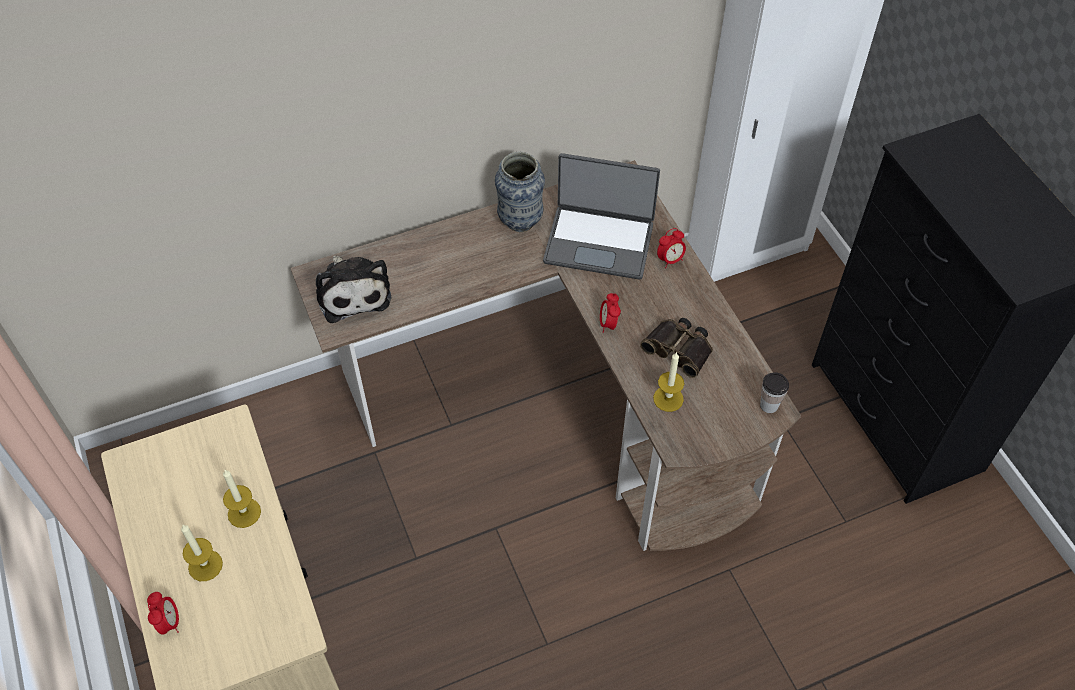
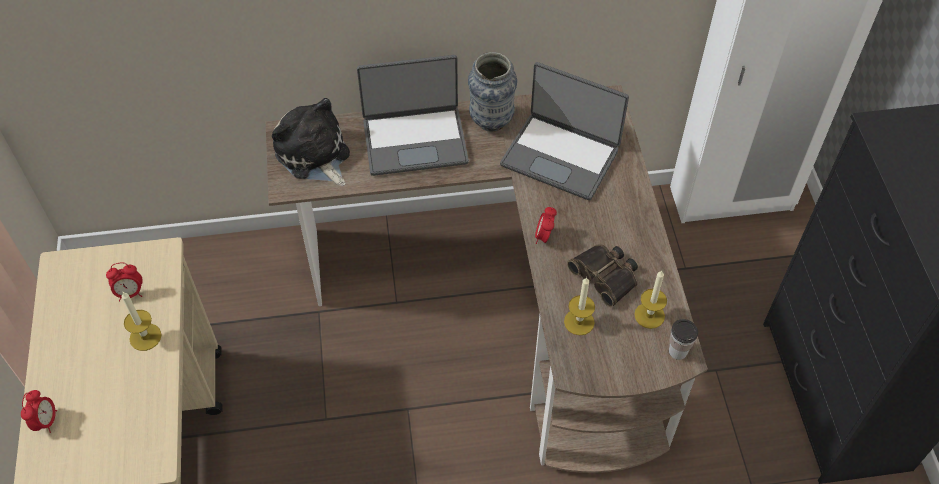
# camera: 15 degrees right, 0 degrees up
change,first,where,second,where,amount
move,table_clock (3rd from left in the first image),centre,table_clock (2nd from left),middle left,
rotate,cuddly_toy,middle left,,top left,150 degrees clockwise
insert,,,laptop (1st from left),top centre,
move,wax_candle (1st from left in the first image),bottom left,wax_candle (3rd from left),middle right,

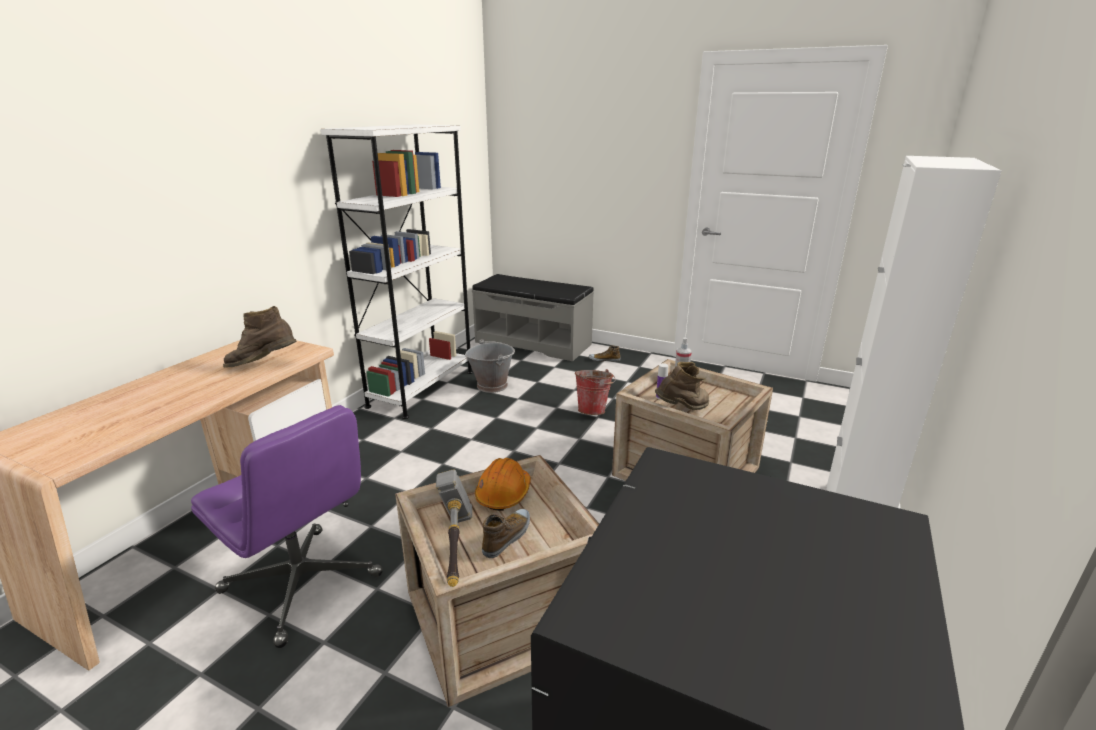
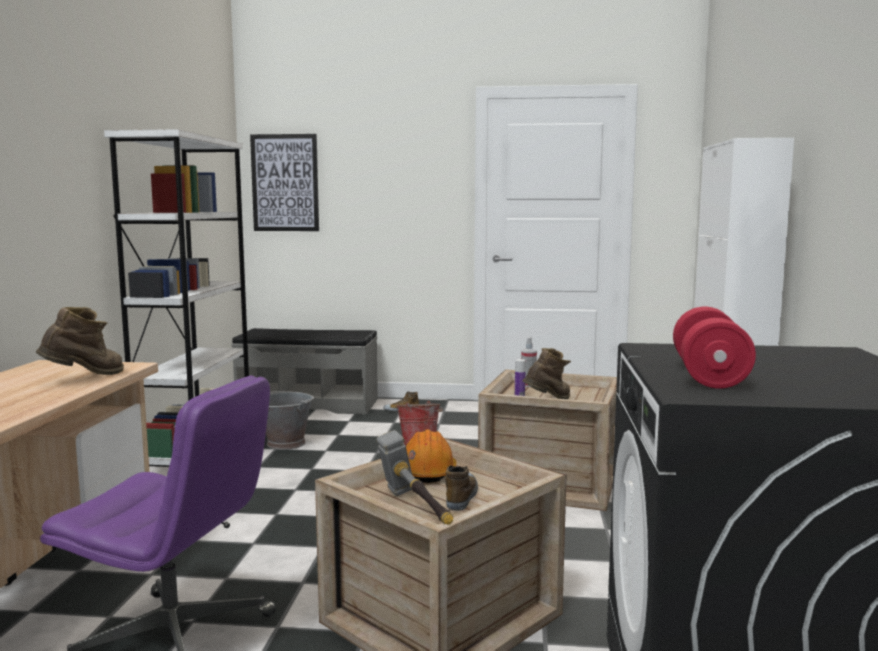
# camera: 20 degrees left, 15 degrees down
change,first,where,second,where,amount
rotate,brown-coloured_high-top_boot (1st from left),middle left,,middle left,150 degrees clockwise
insert,,,wall_picture,top left,
insert,,,reddish_dumbbell,middle right,

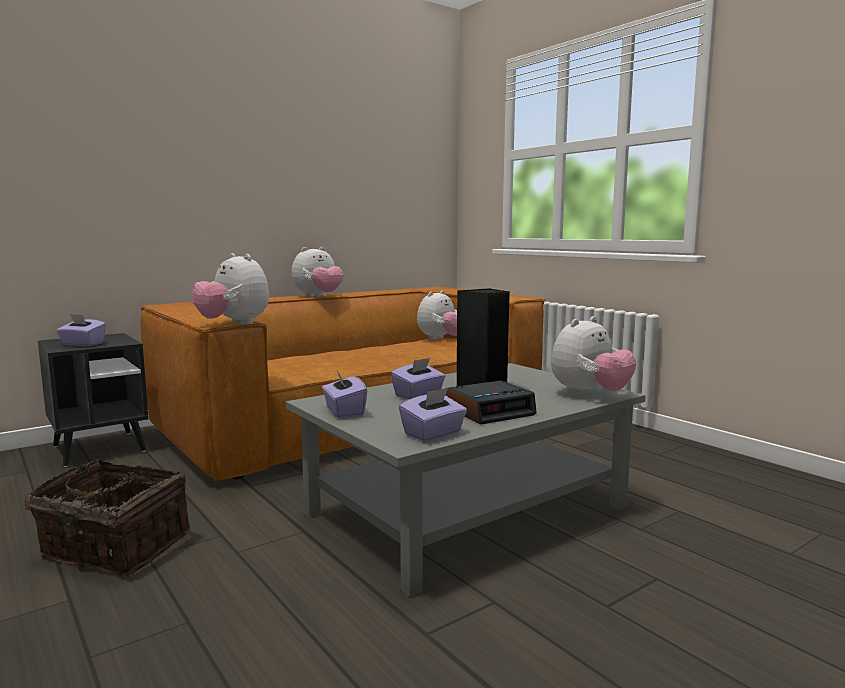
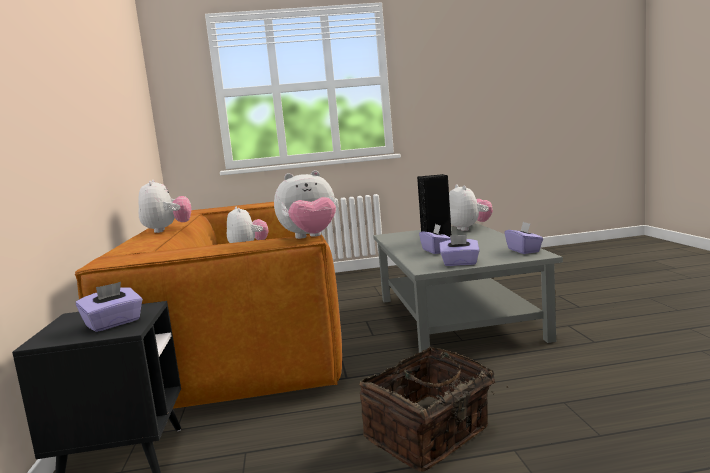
# camera: 60 degrees left, 0 degrees up
change,first,where,second,where,amount
delete,table_clock,centre,,,

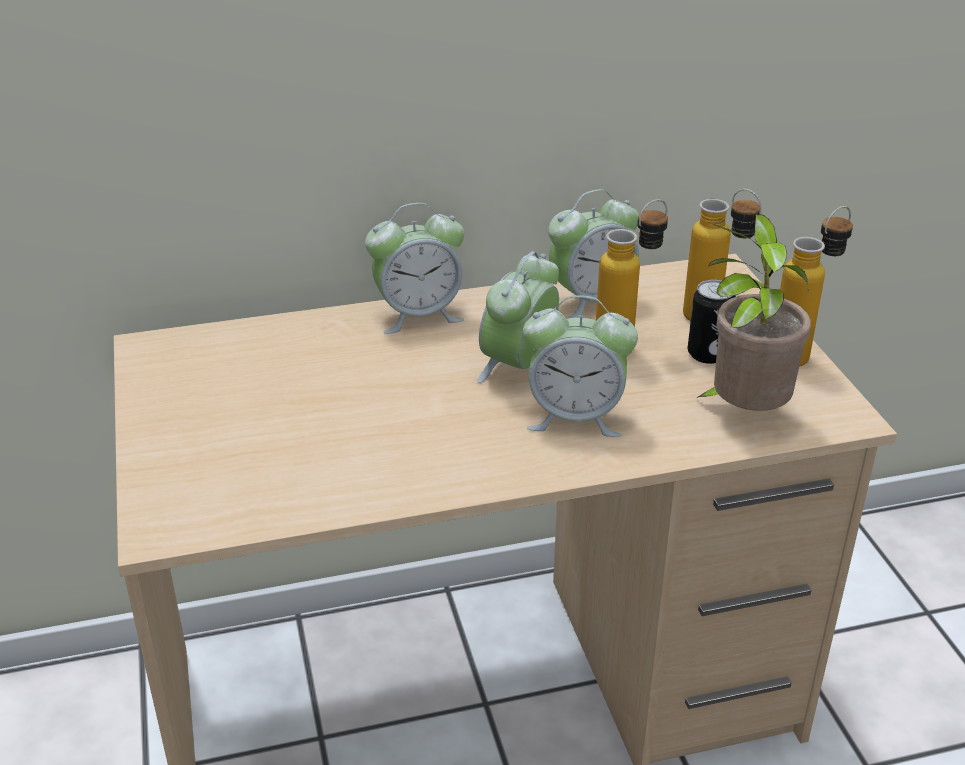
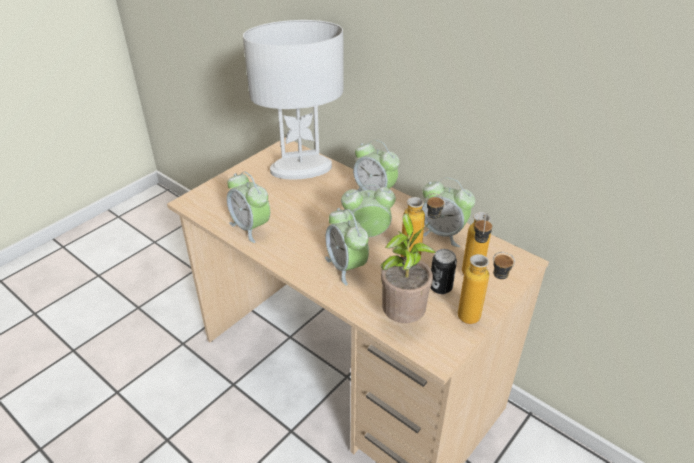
# camera: 55 degrees right, 5 degrees up
change,first,where,second,where,amount
insert,,,table_clock (1st from left),centre,
insert,,,whitish_tabletop_lamp,top centre,

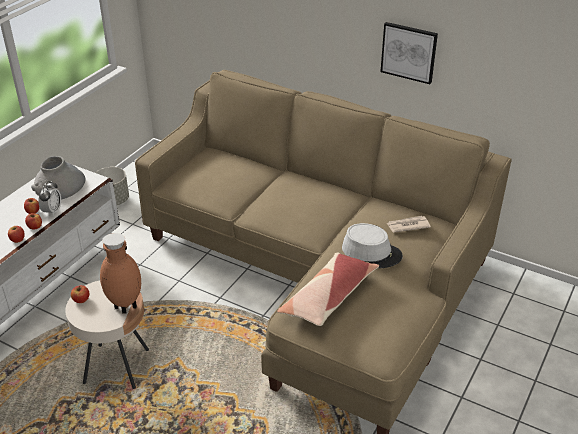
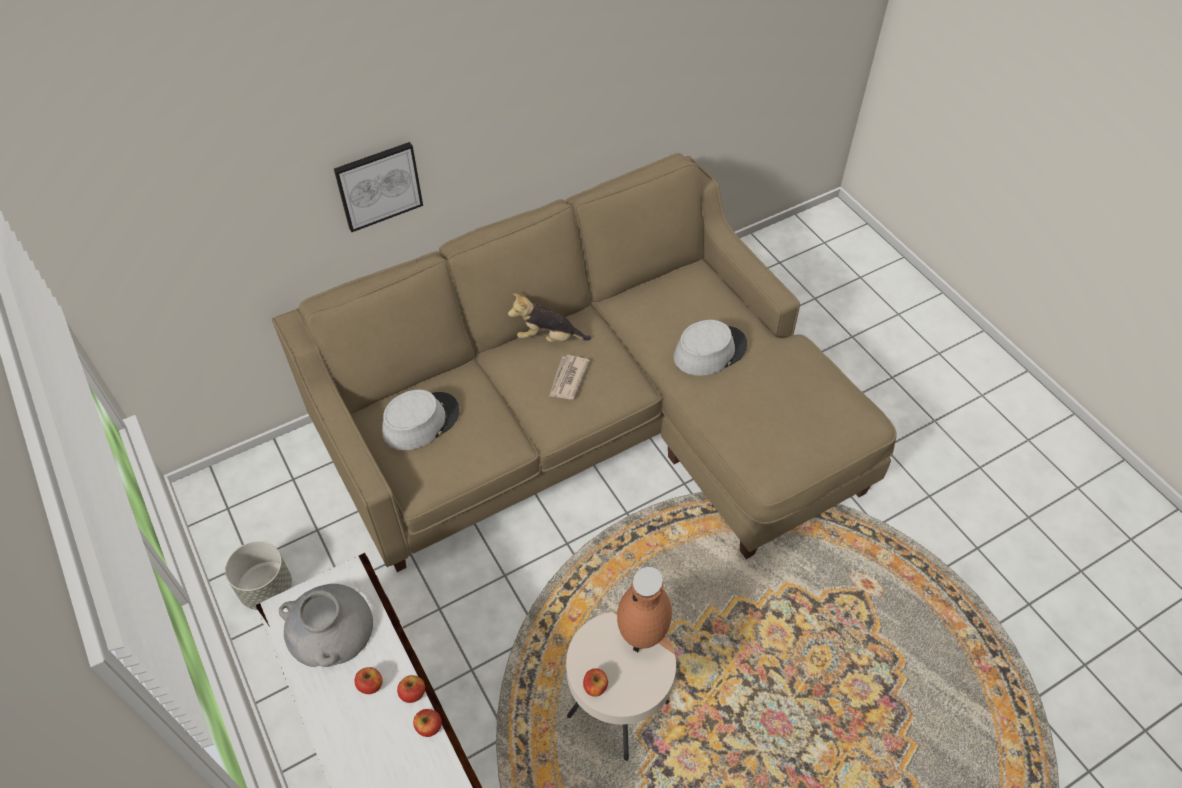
# camera: 60 degrees left, 15 degrees up
change,first,where,second,where,amount
move,wall_picture,top right,,top left,
insert,,,gray_clothing_hat (1st from left),centre,
insert,,,cuddly_toy,centre,
move,daily_paper,middle right,,centre,
delete,table_clock,middle left,,,
delete,cushion,centre,,,

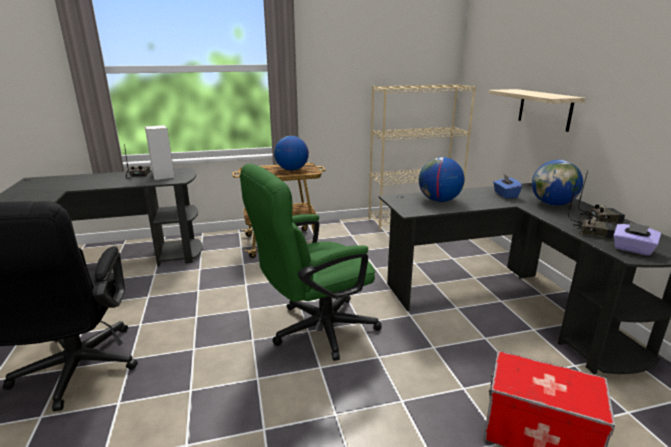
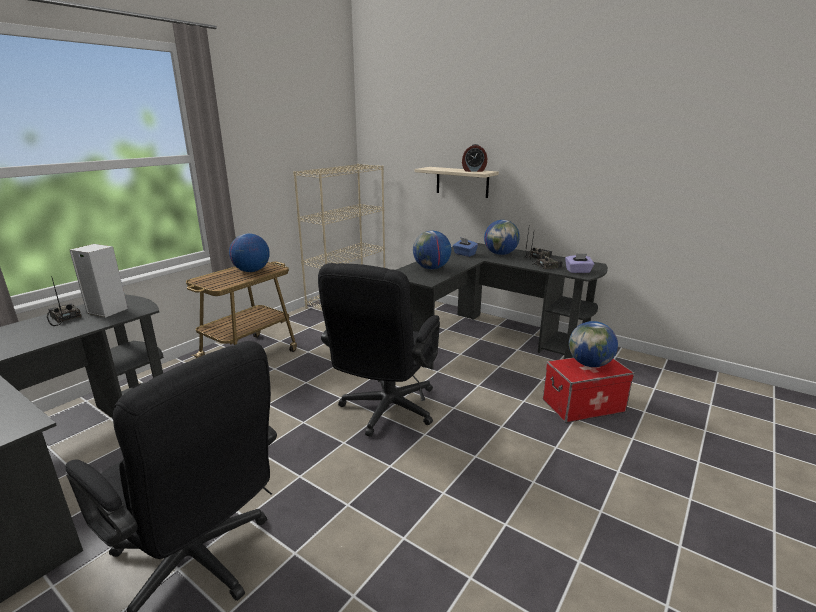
# camera: 40 degrees left, 0 degrees up
change,first,where,second,where,amount
recolor,green-coloured_computer_chair,centre,blackish_computer_chair (2nd from left),centre,
insert,,,table_clock,top centre,
insert,,,desk_globe (4th from left),middle right,

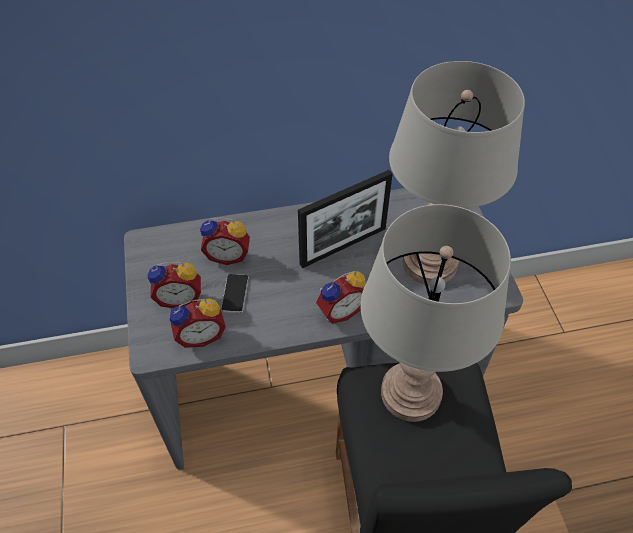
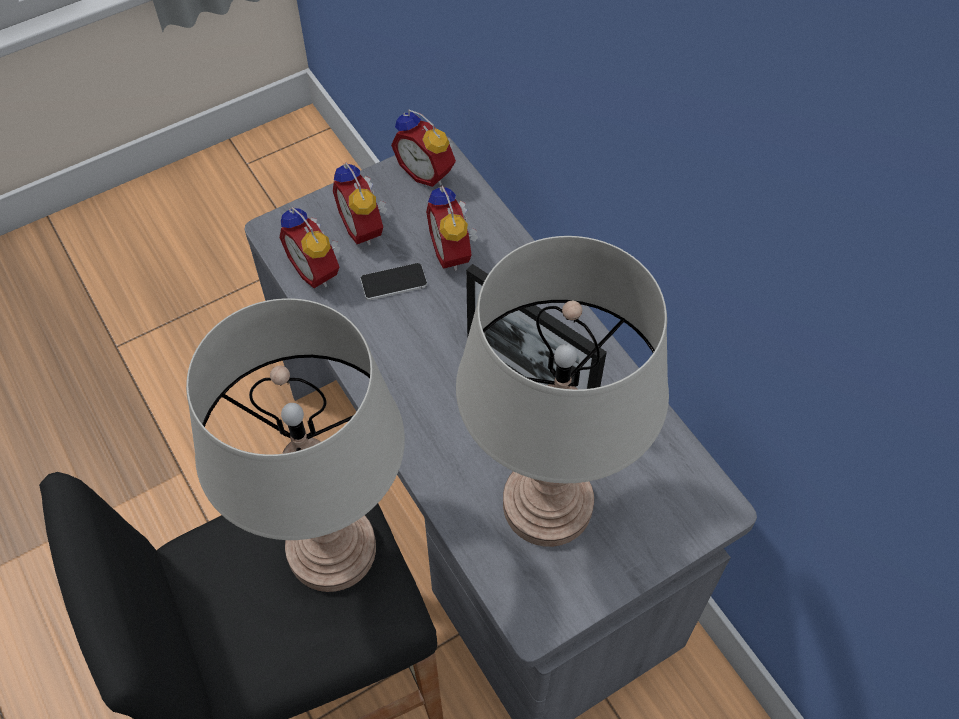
# camera: 70 degrees right, 5 degrees up
change,first,where,second,where,amount
move,table_clock (4th from left in the first image),centre,table_clock (3rd from left),top centre,

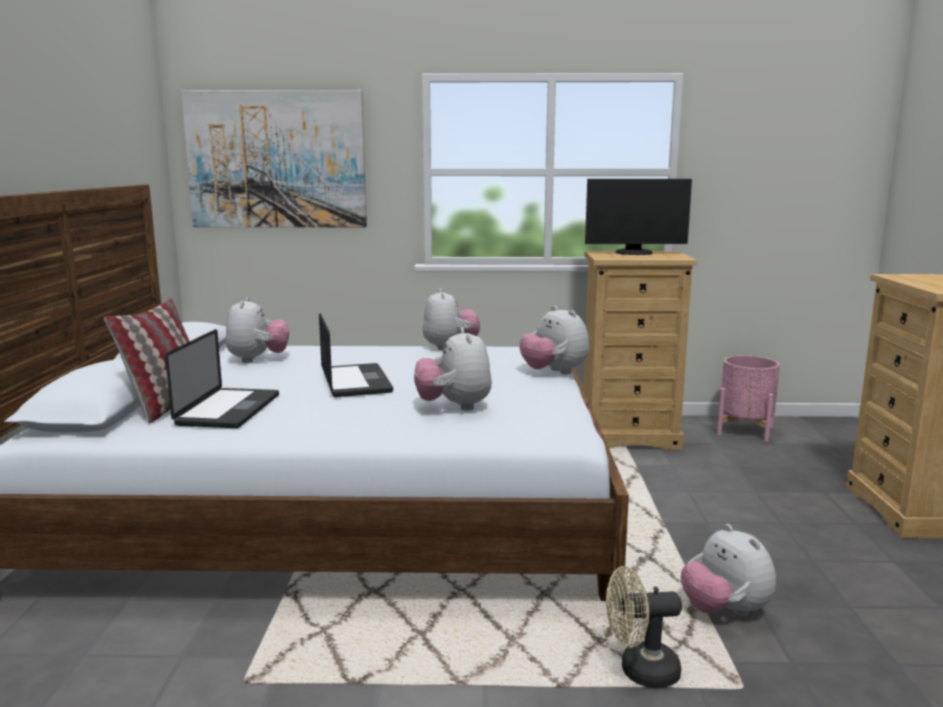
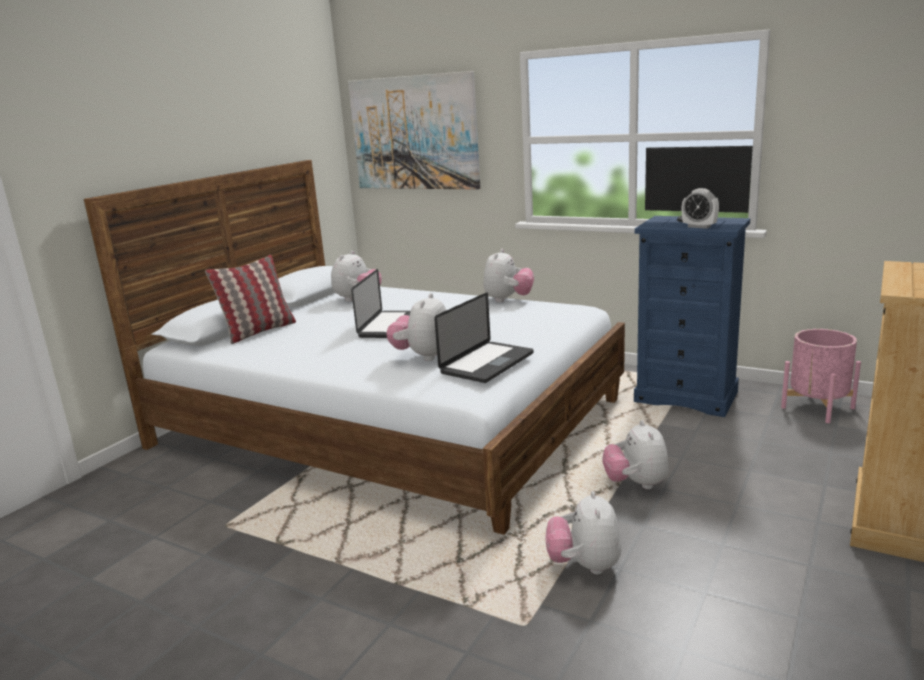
# camera: 30 degrees right, 5 degrees up
change,first,where,second,where,amount
move,laptop (1st from left in the first image),middle left,laptop (2nd from left),centre,
move,cuddly_toy (4th from left in the first image),centre,cuddly_toy (5th from left),bottom right,
recolor,sand-coloured_dresser (1st from left),middle right,blue_dresser,middle right,
insert,,,table_clock,top right,
delete,sand-coloured_fan,bottom right,,,

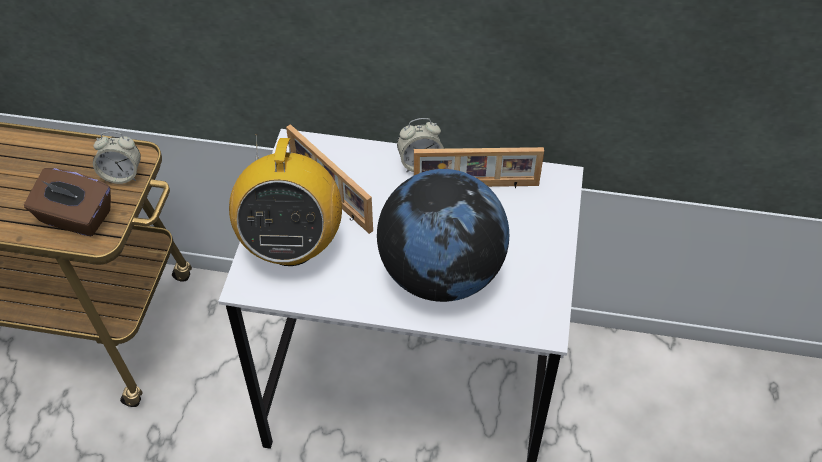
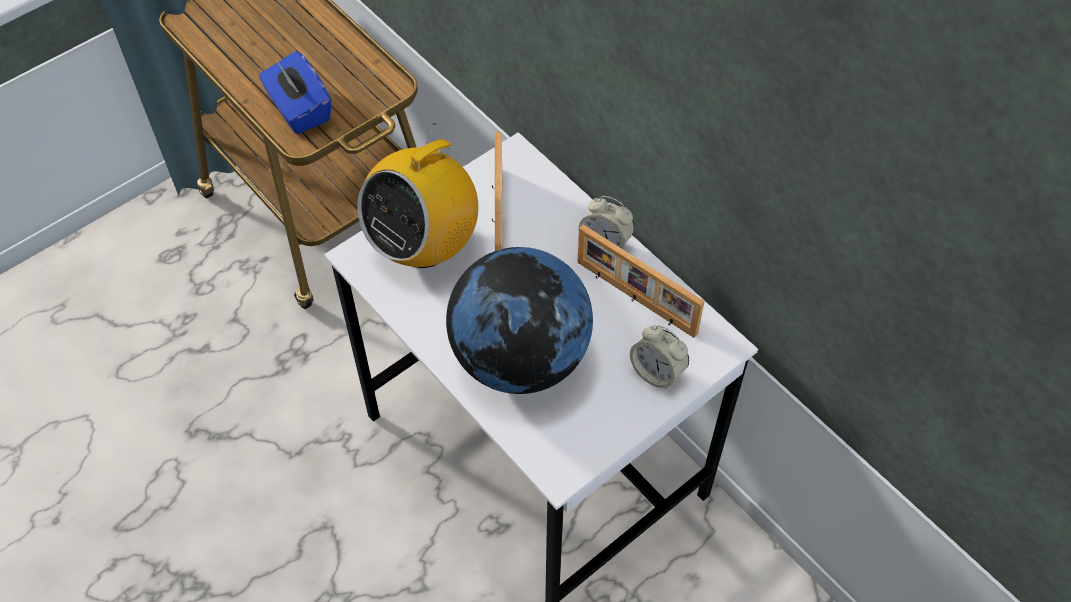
# camera: 40 degrees right, 5 degrees up
change,first,where,second,where,amount
recolor,brown-coloured_tissue_holder,middle left,blue_tissue_holder,top left,
move,table_clock (1st from left in the first image),middle left,table_clock (2nd from left),centre,

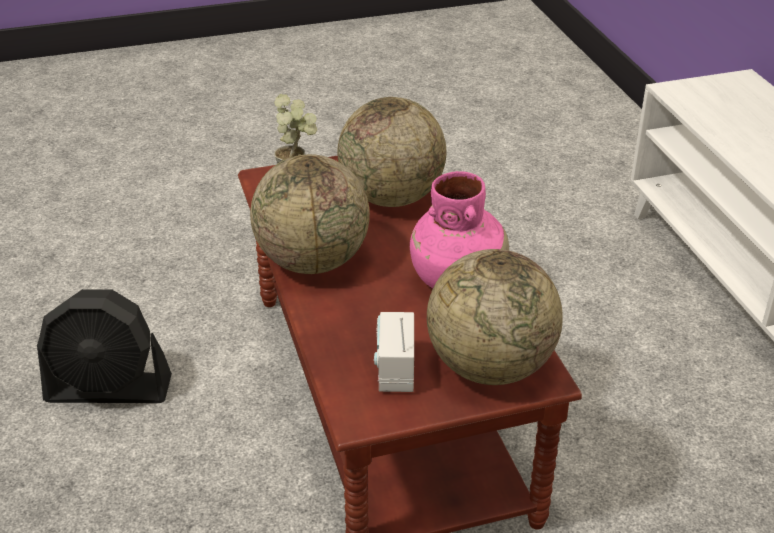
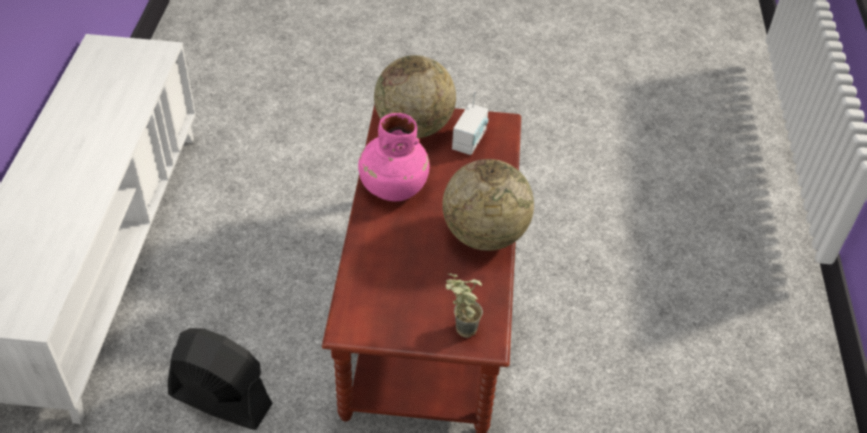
# camera: 160 degrees left, 10 degrees up
change,first,where,second,where,amount
move,blackish_fan,middle left,,bottom left,
delete,desk_globe (2nd from left),top centre,,,

